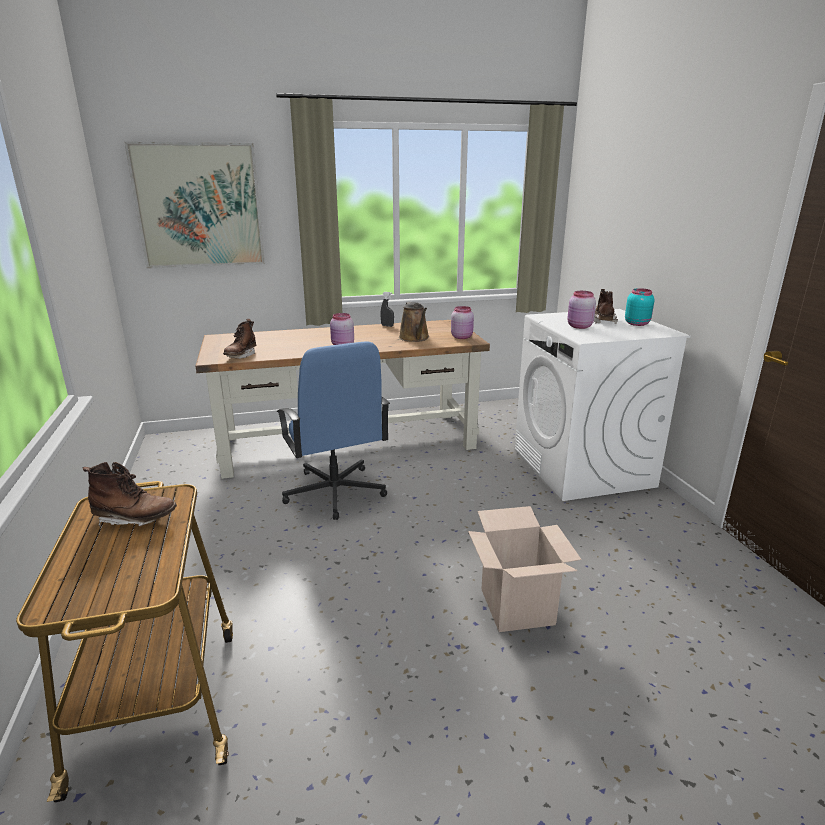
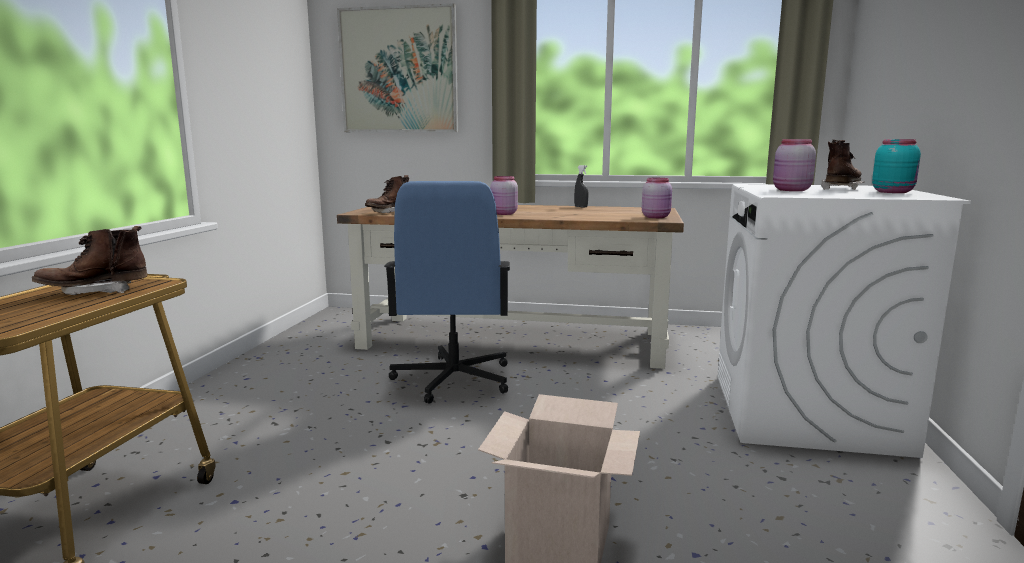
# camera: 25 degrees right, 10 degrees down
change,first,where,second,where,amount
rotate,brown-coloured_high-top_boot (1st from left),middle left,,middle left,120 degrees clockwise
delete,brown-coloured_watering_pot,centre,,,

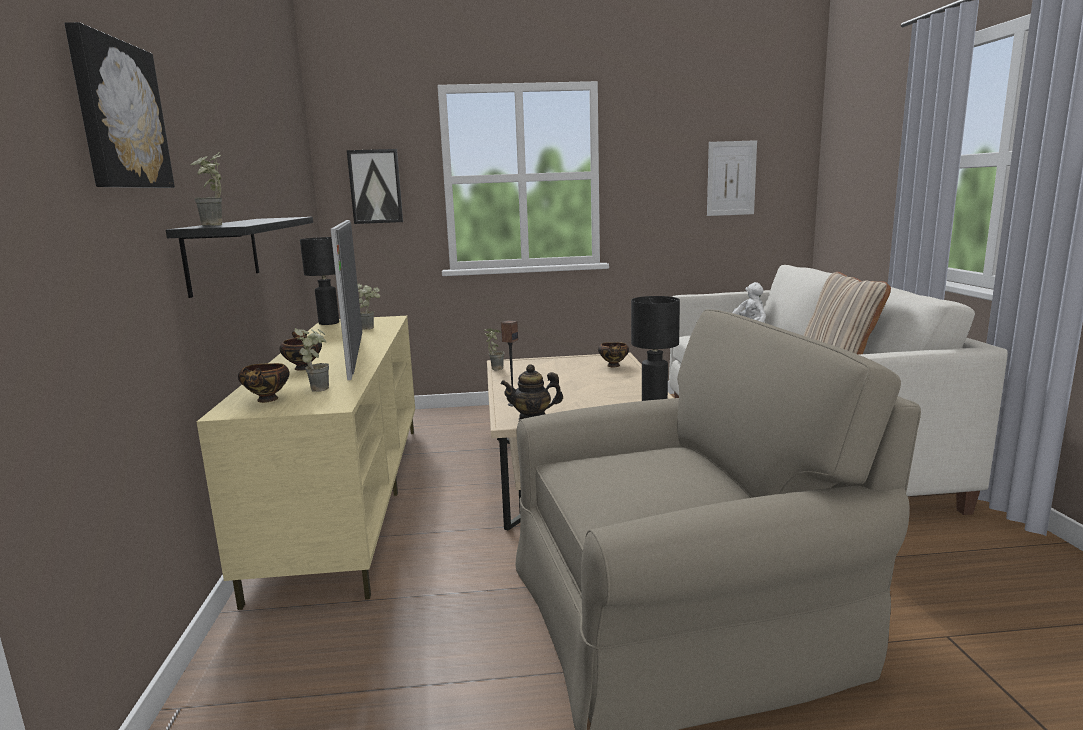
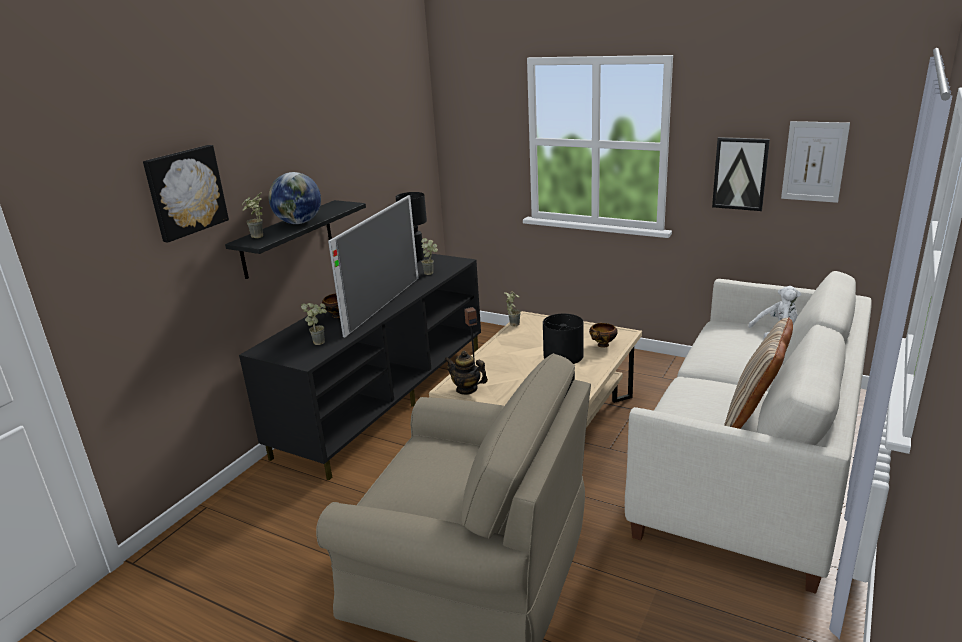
# camera: 35 degrees right, 10 degrees up
change,first,where,second,where,amount
recolor,sand-coloured_tv_unit,middle left,blackish_tv_unit,centre,
insert,,,desk_globe,top left,
move,wall_picture (2nd from left),top centre,,top right,
delete,serving_bowl (1st from left),middle left,,,

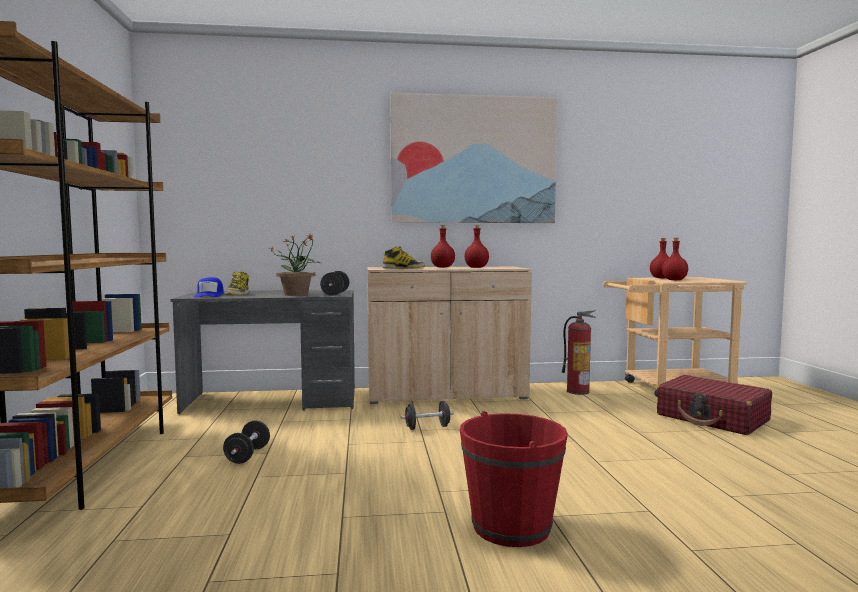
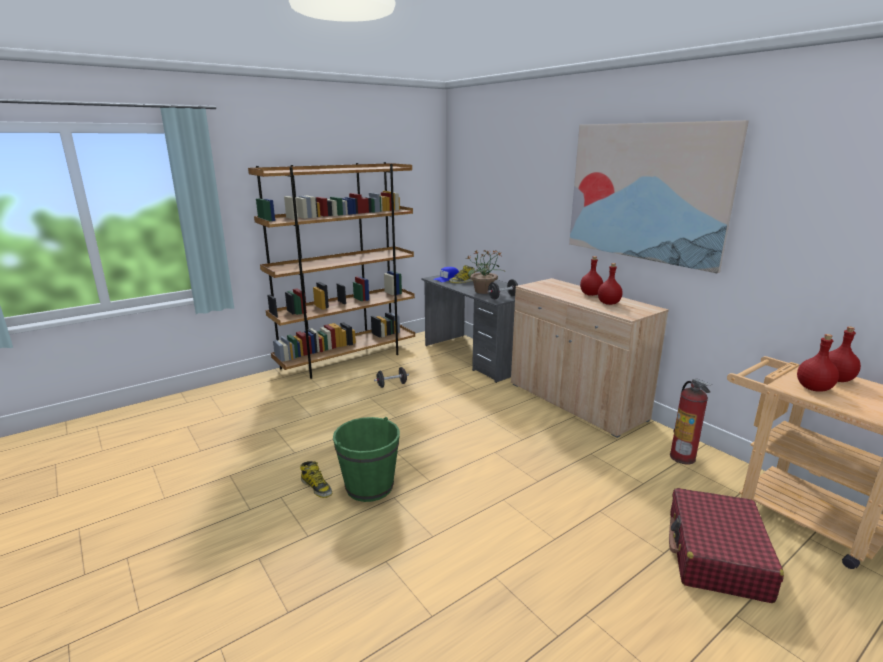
# camera: 60 degrees right, 15 degrees up
change,first,where,second,where,amount
move,high-top_boot (2nd from left in the first image),centre,high-top_boot (1st from left),bottom centre,
recolor,reddish_pail,bottom centre,green-coloured_pail,bottom centre,
delete,blackish_dumbbell (3rd from left),bottom centre,,,

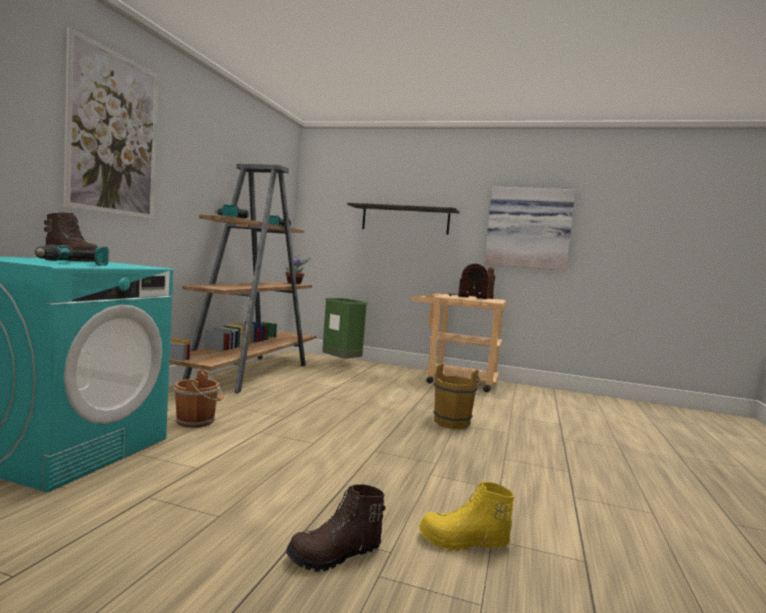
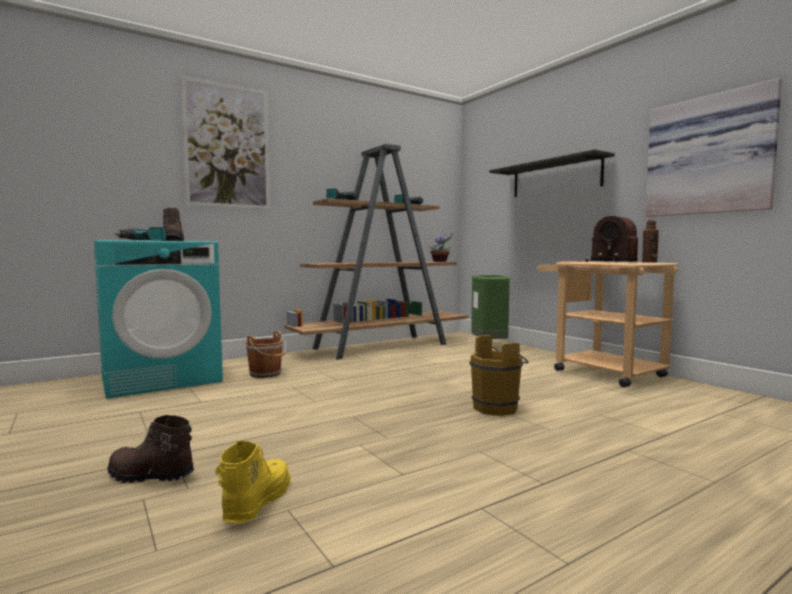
# camera: 40 degrees right, 0 degrees up
change,first,where,second,where,amount
rotate,yellow_high-top_boot,bottom centre,,bottom left,60 degrees clockwise

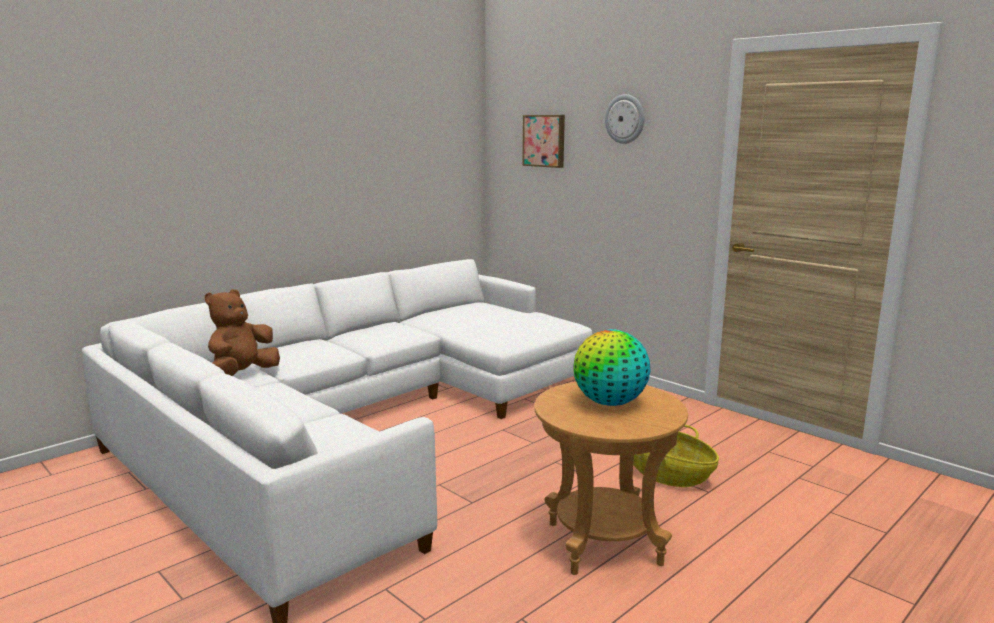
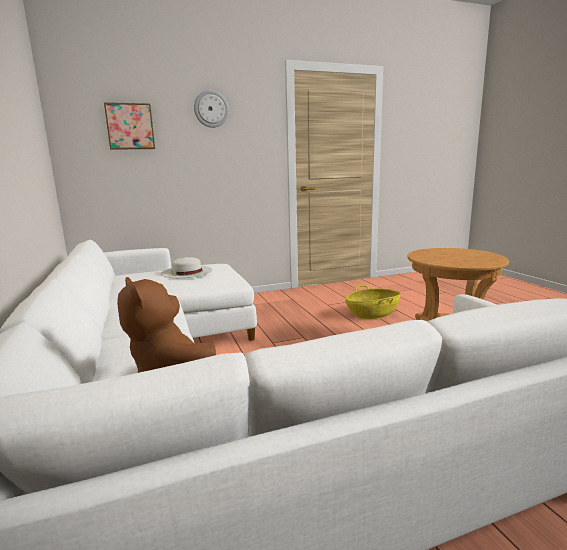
# camera: 65 degrees left, 0 degrees up
change,first,where,second,where,amount
insert,,,whitish_clothing_hat,middle left,
delete,desk_globe,centre,,,

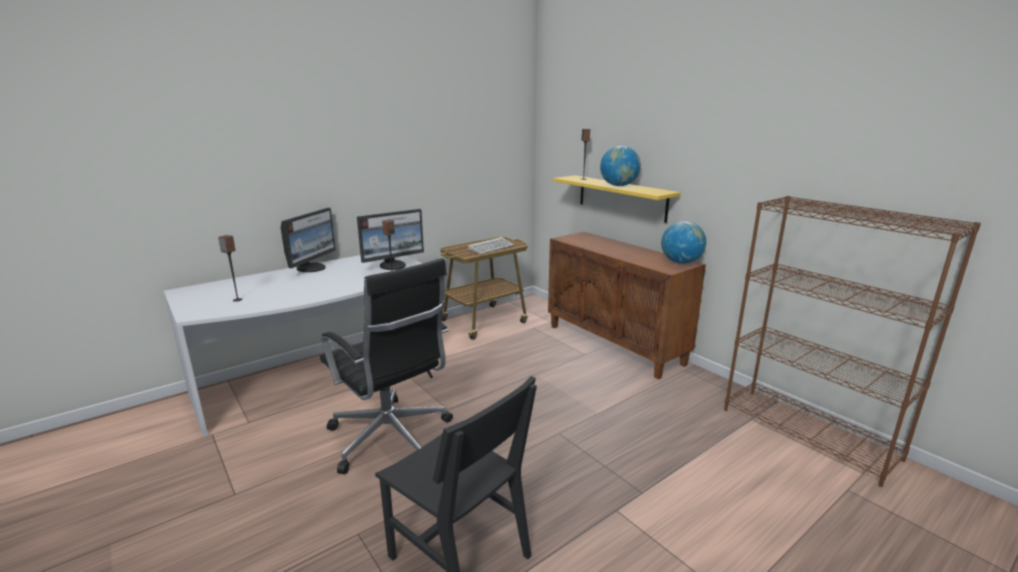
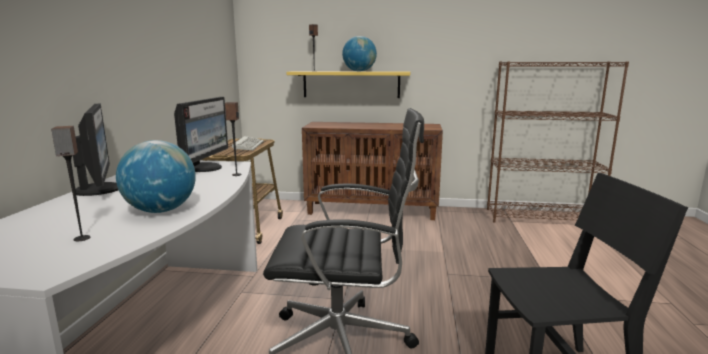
# camera: 45 degrees left, 5 degrees down
change,first,where,second,where,amount
move,desk_globe (2nd from left in the first image),middle right,desk_globe (1st from left),middle left,

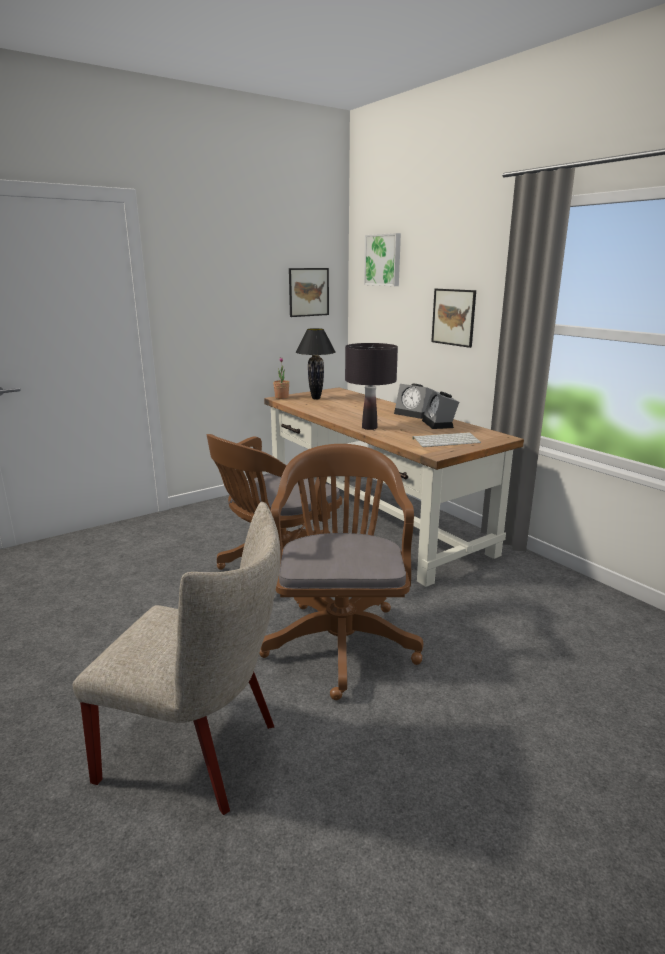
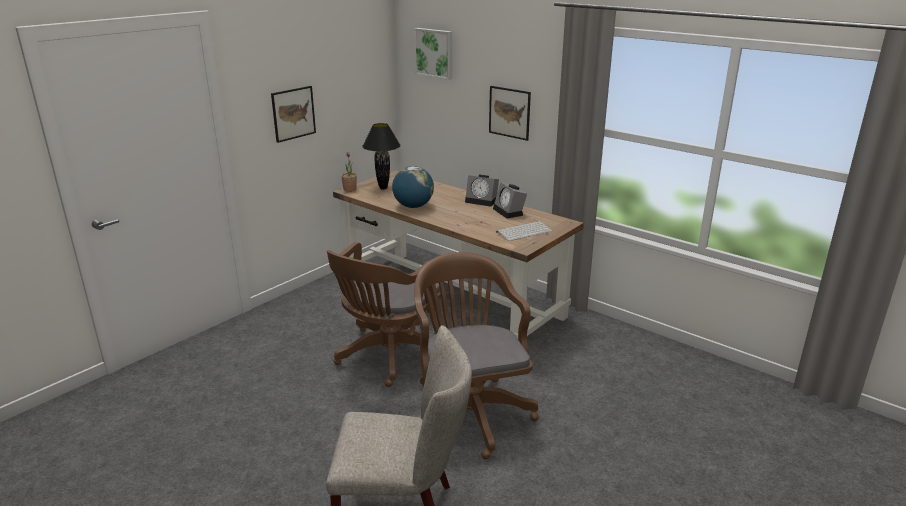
# camera: 15 degrees left, 5 degrees up
change,first,where,second,where,amount
move,wall_picture (1st from left),top centre,,top left,
insert,,,desk_globe,centre,
delete,blackish_tabletop_lamp (2nd from left),centre,,,

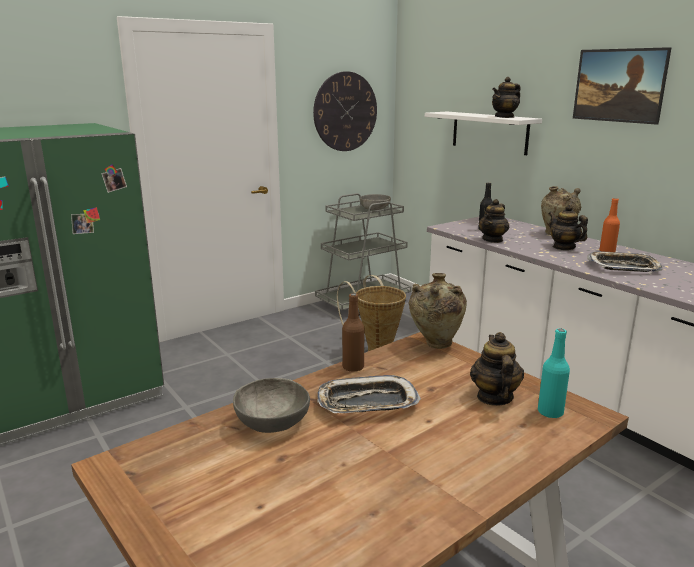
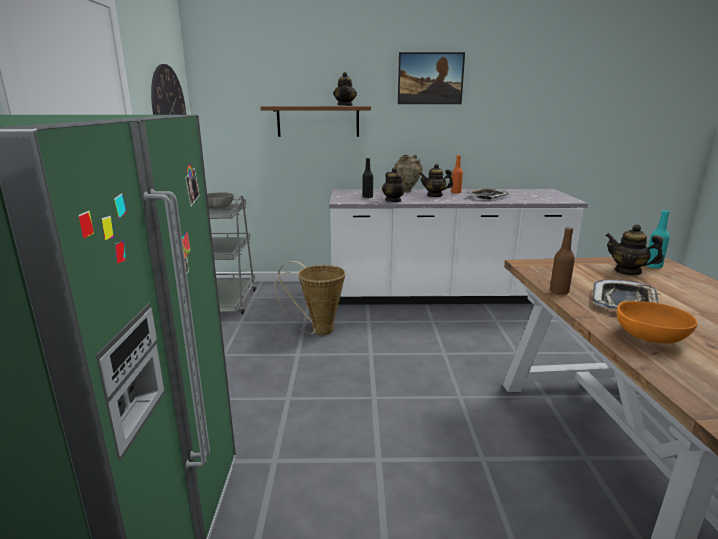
# camera: 55 degrees left, 0 degrees up
change,first,where,second,where,amount
recolor,whitish_shelf,top right,brown-coloured_shelf,top centre,
recolor,gray_serving_bowl (1st from left),bottom centre,orangey_serving_bowl,middle right,
delete,sand-coloured_vase (1st from left),centre,,,

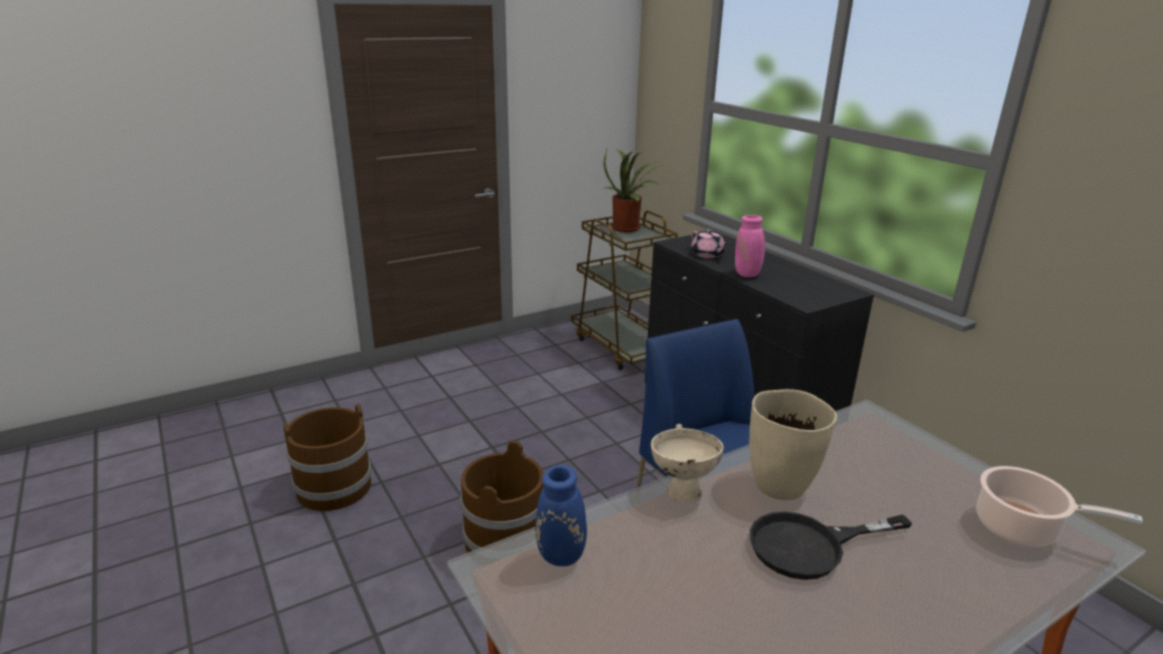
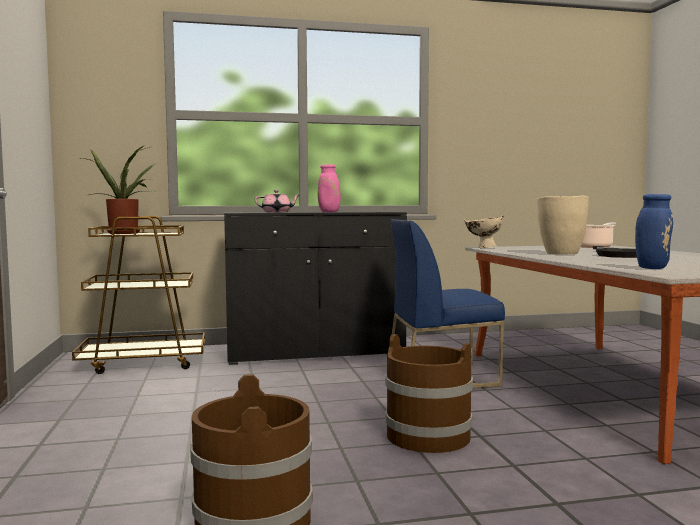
# camera: 70 degrees left, 20 degrees down
change,first,where,second,where,amount
move,sand-coloured_serving_bowl,bottom centre,,middle right,

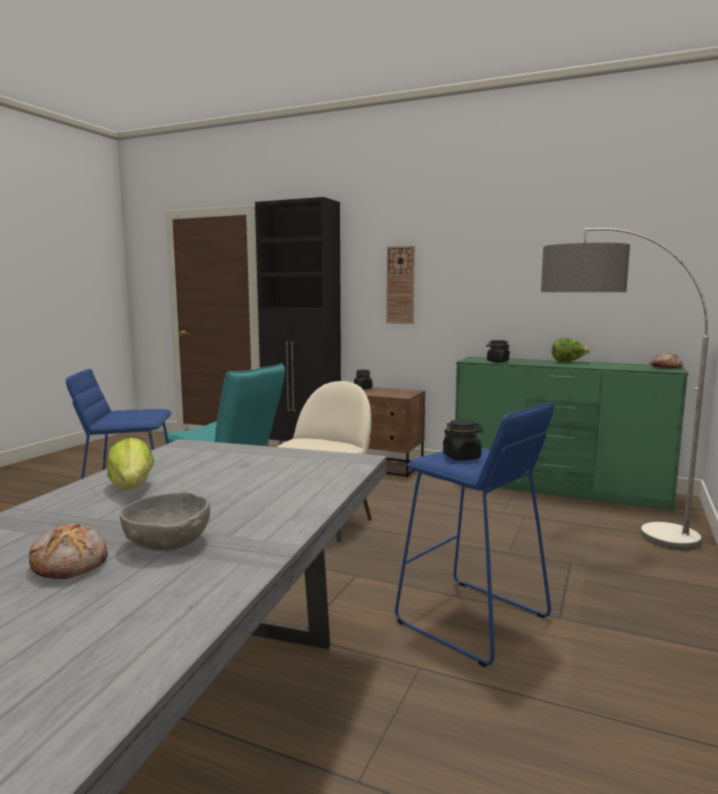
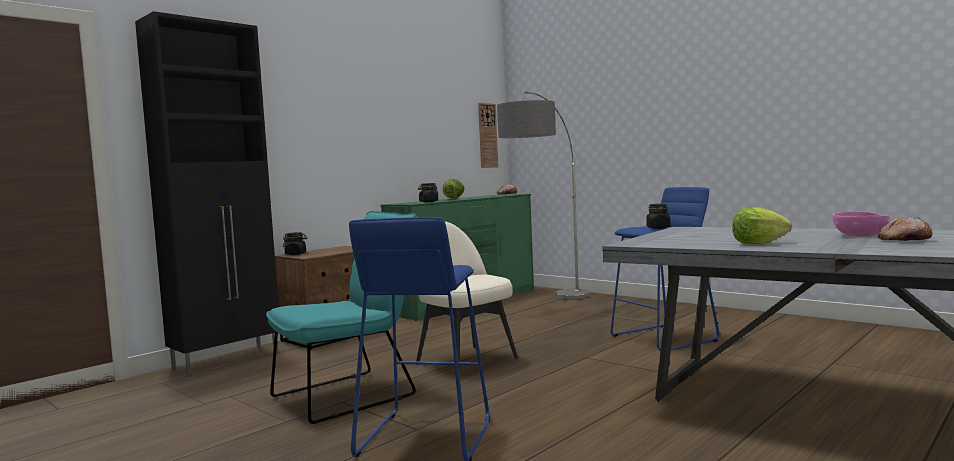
# camera: 70 degrees left, 5 degrees down
change,first,where,second,where,amount
move,wall_clock,centre,,top centre,
recolor,gray_serving_bowl,middle left,pinkish_serving_bowl,middle right,

